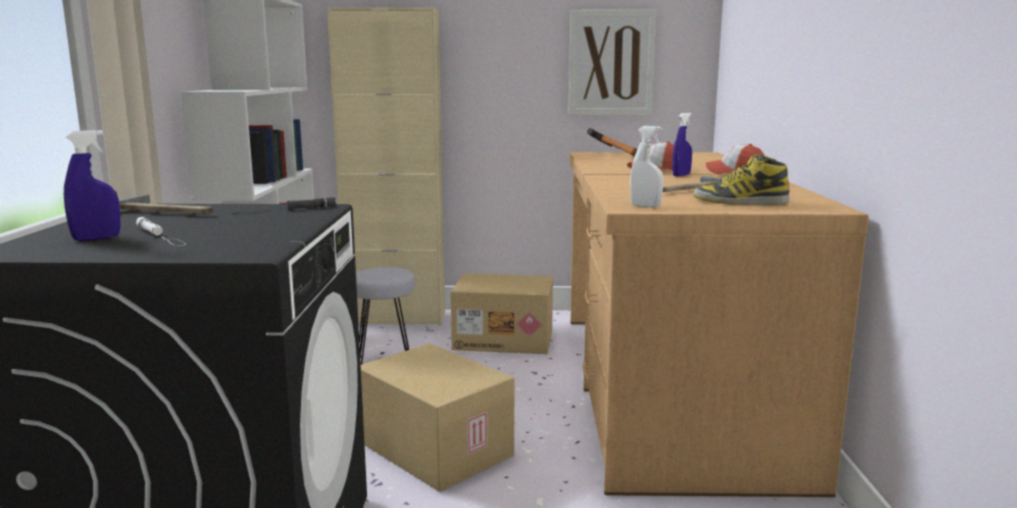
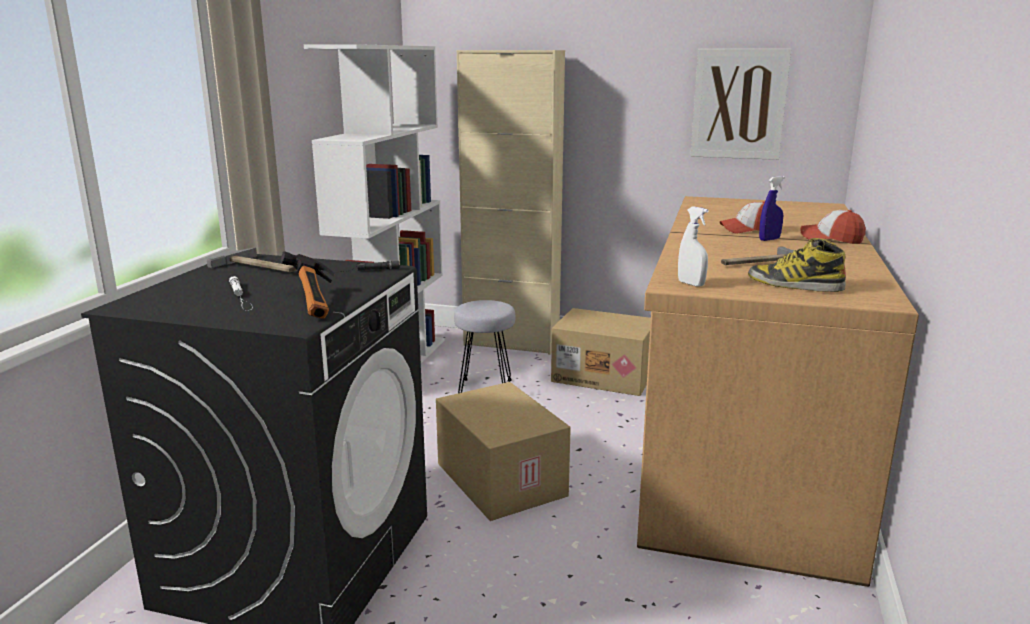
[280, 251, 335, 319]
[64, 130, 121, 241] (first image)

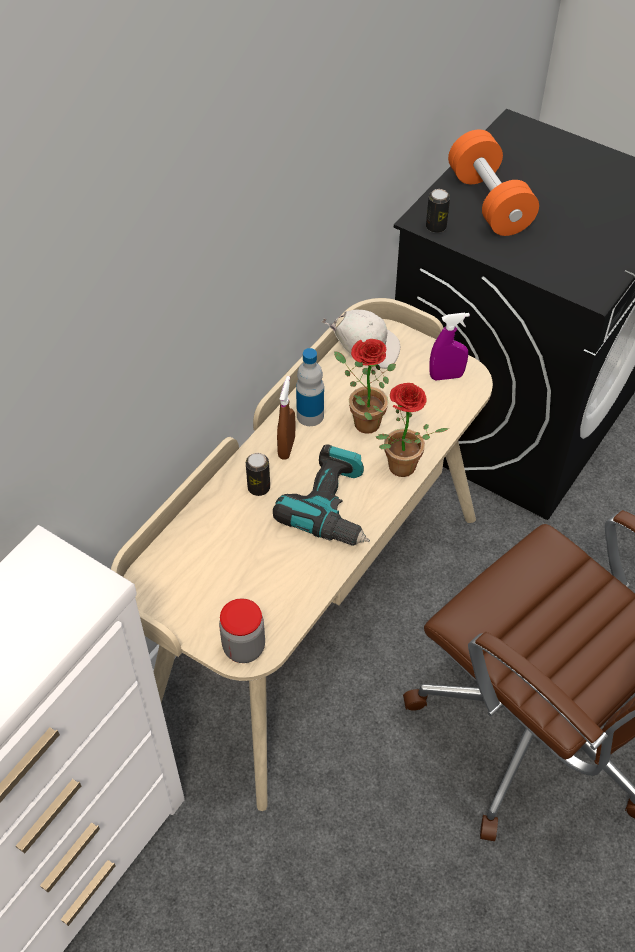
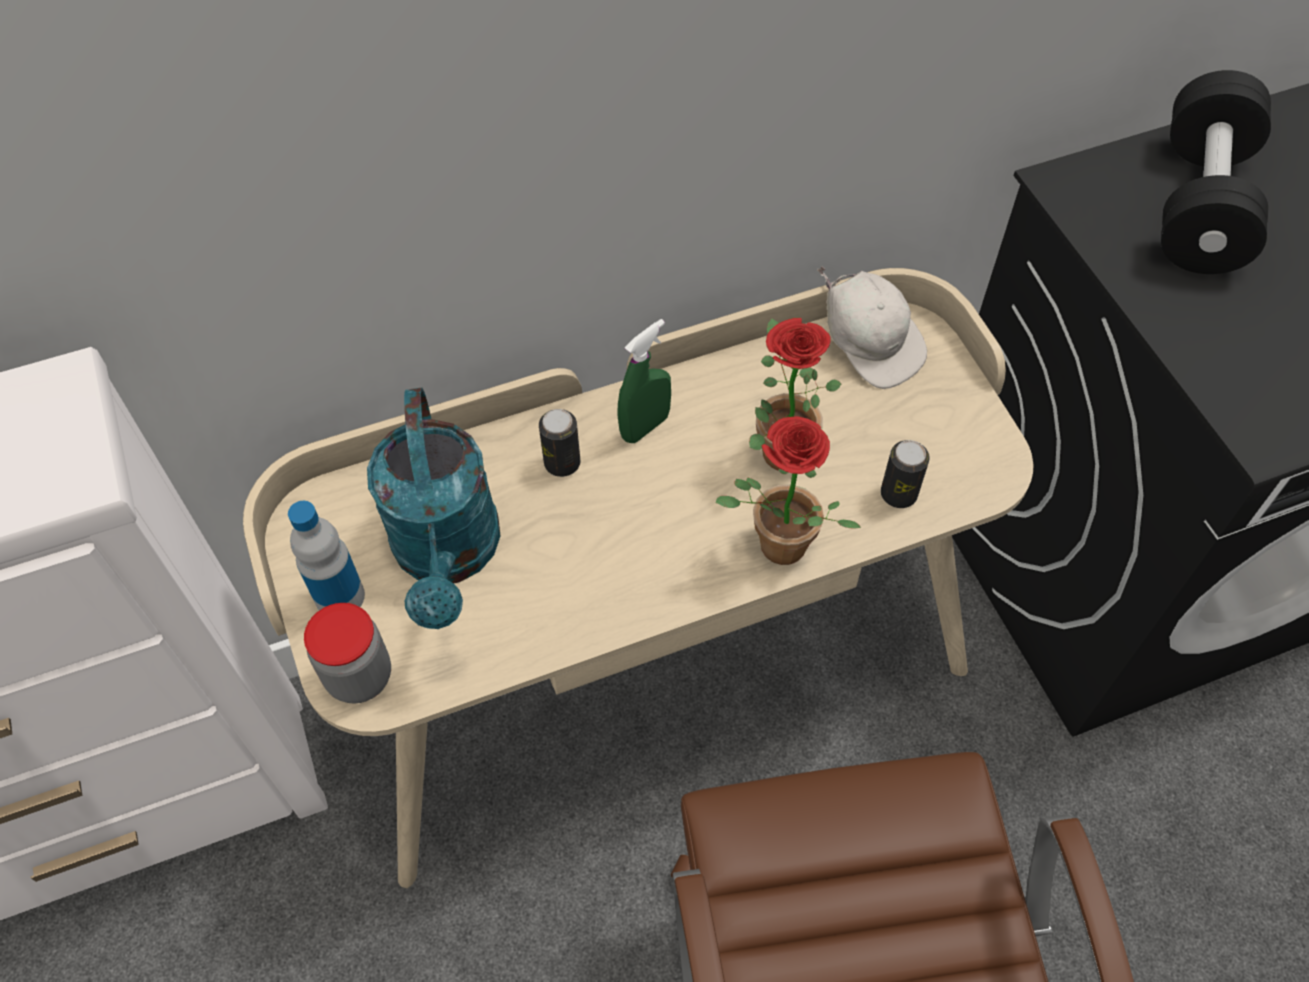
[288, 501, 365, 610]
[367, 388, 501, 629]
[617, 319, 671, 443]
[881, 440, 930, 508]
[1161, 70, 1271, 274]
[273, 444, 370, 546] (first image)
[429, 313, 470, 381] (first image)

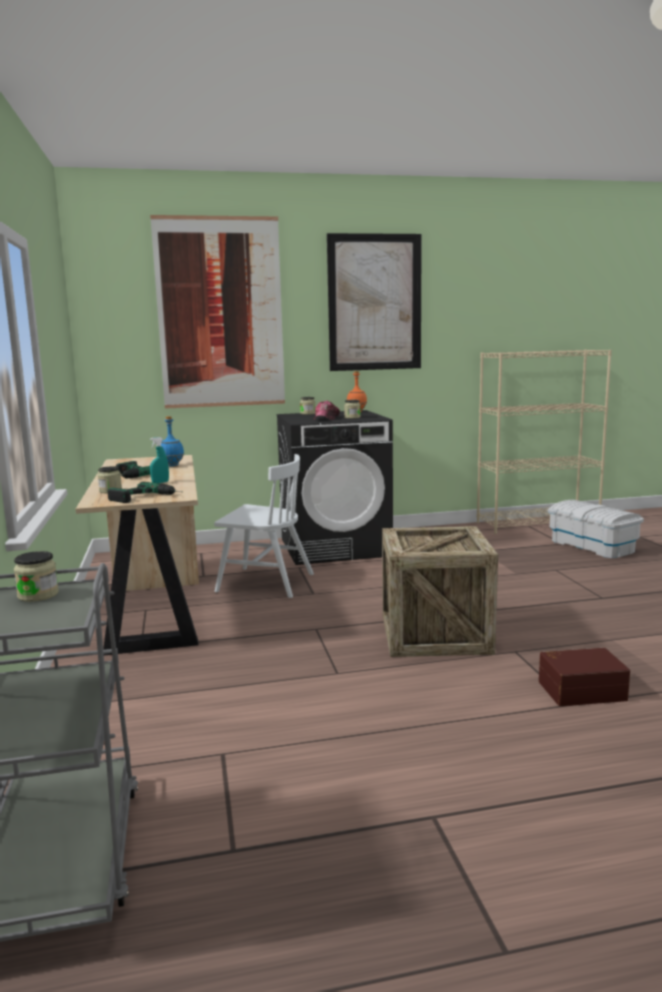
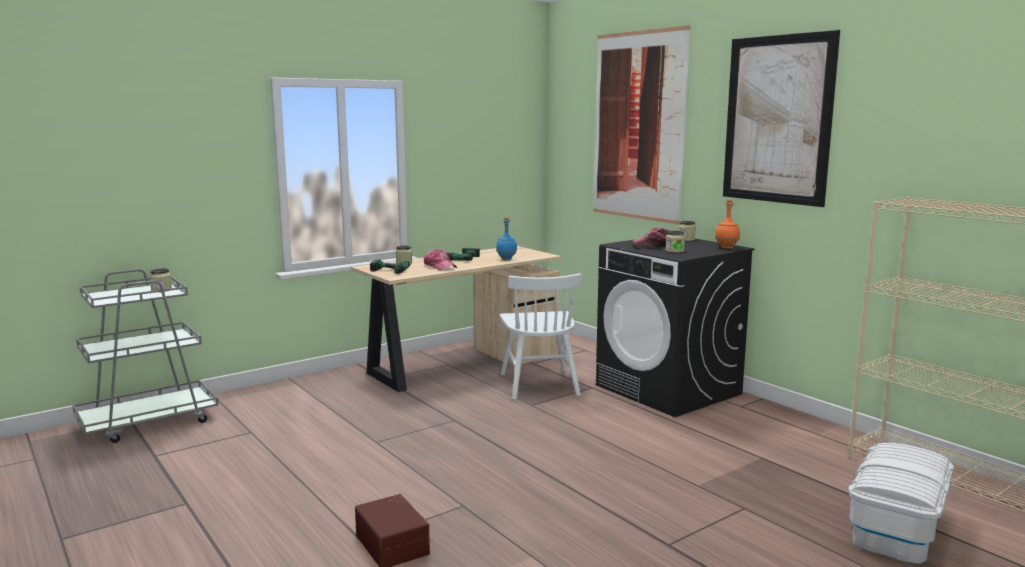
[424, 249, 457, 270]
[382, 526, 498, 657] (first image)

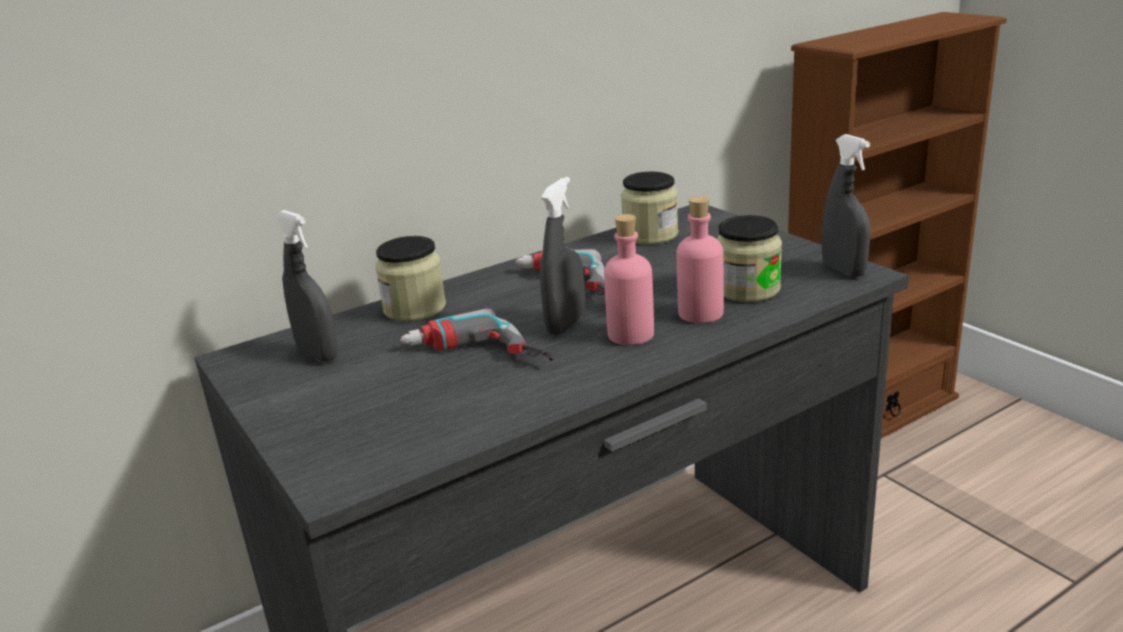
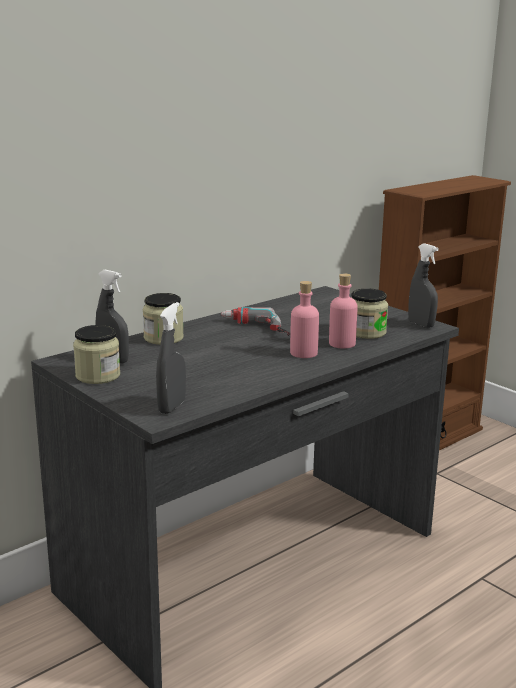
[73, 325, 120, 384]
[156, 302, 186, 414]
[400, 308, 553, 361] (first image)

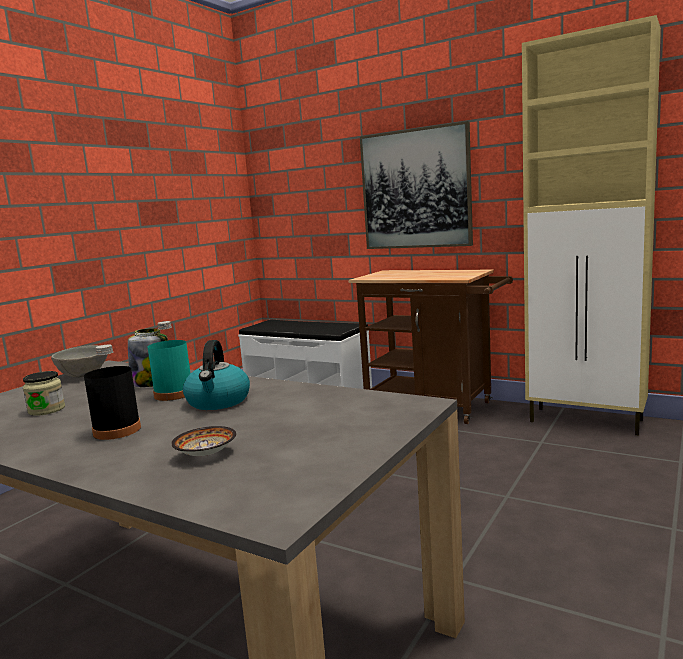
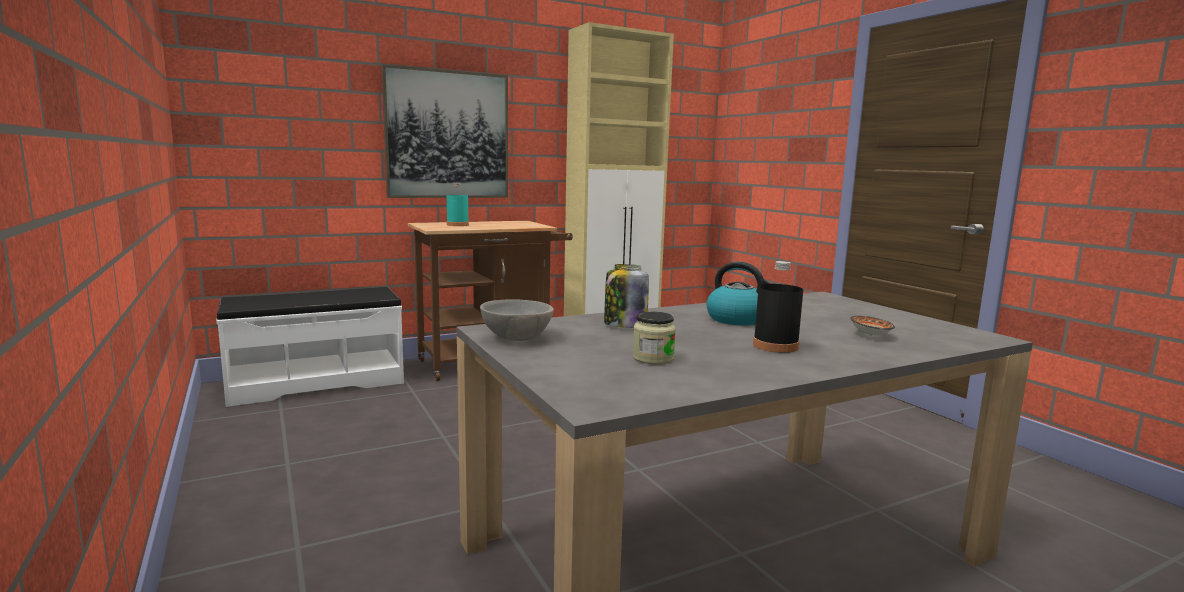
[447, 183, 469, 226]

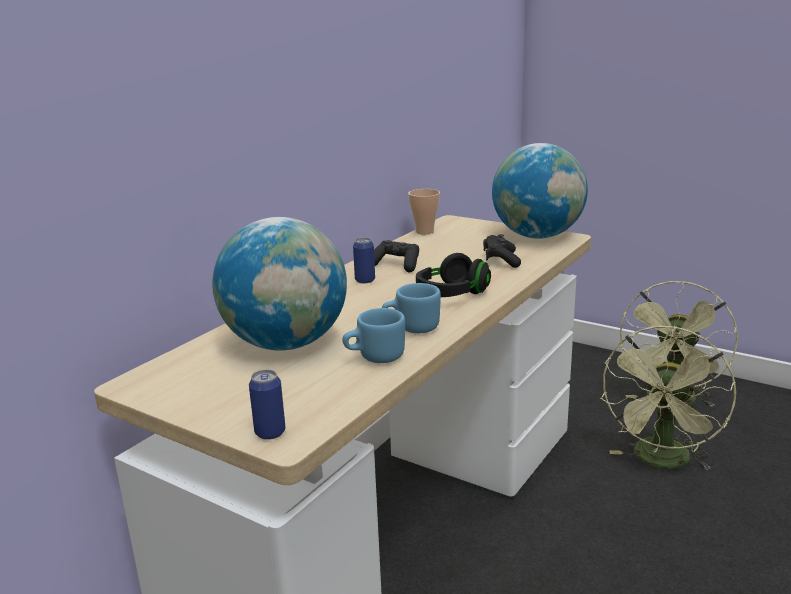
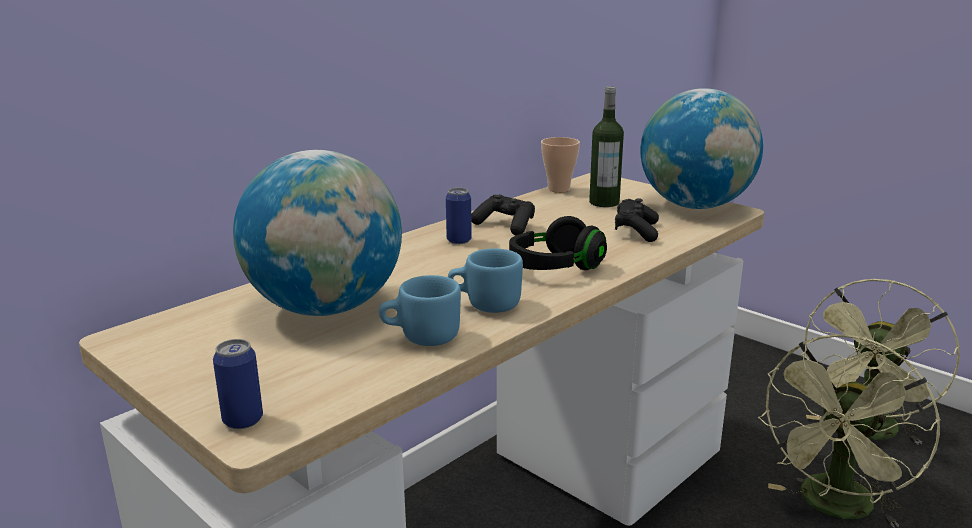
[589, 86, 624, 207]

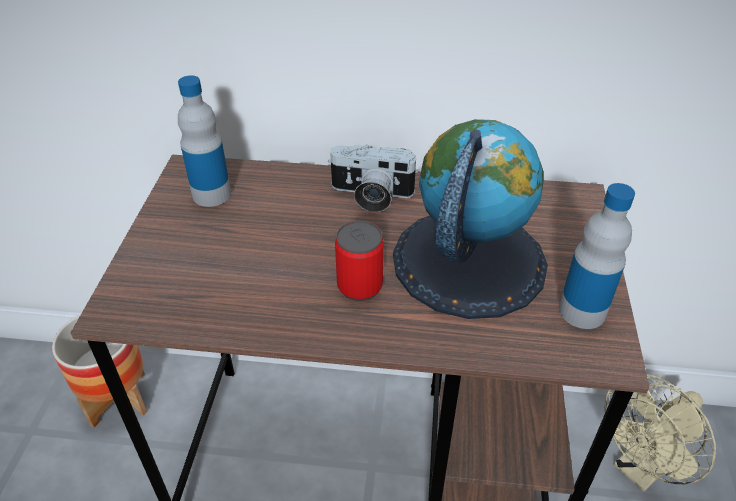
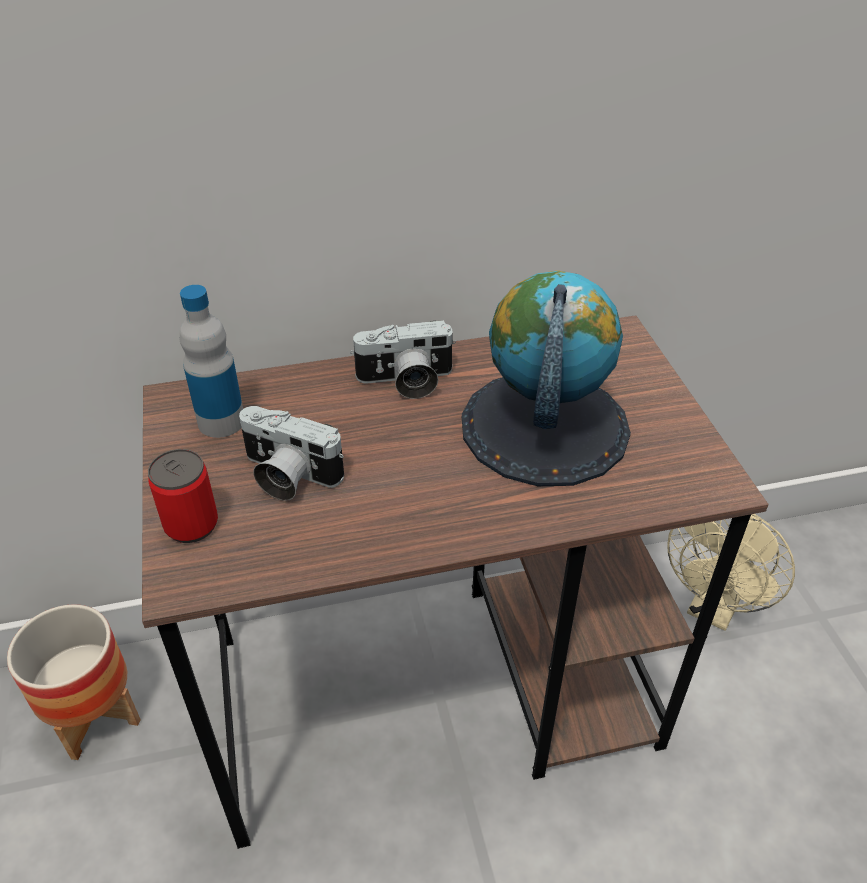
[148, 449, 218, 543]
[239, 406, 344, 501]
[559, 183, 635, 329] (first image)

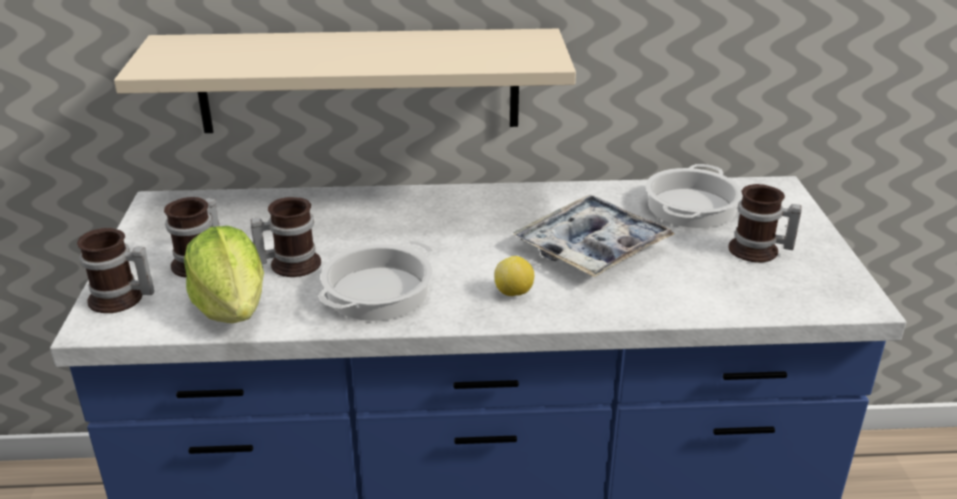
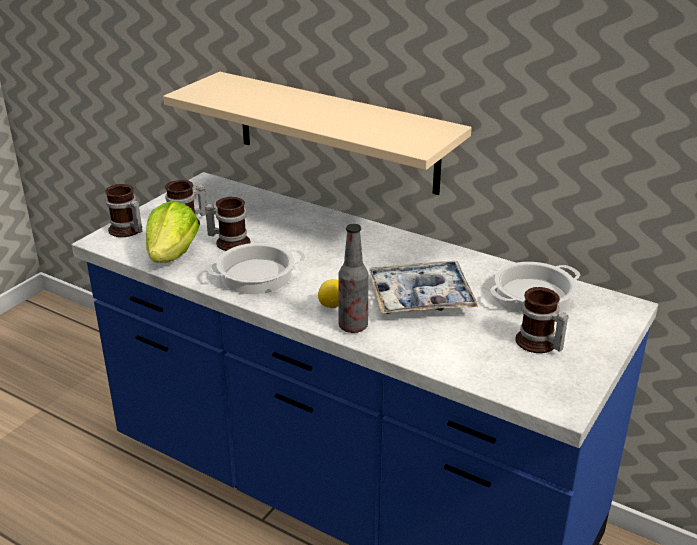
[338, 224, 368, 333]

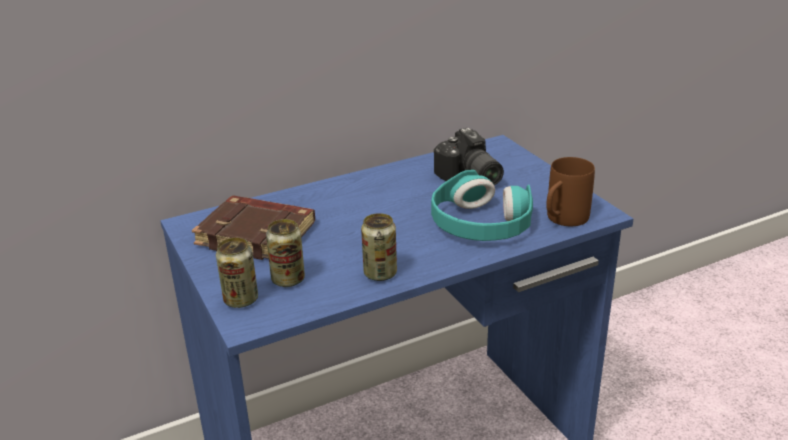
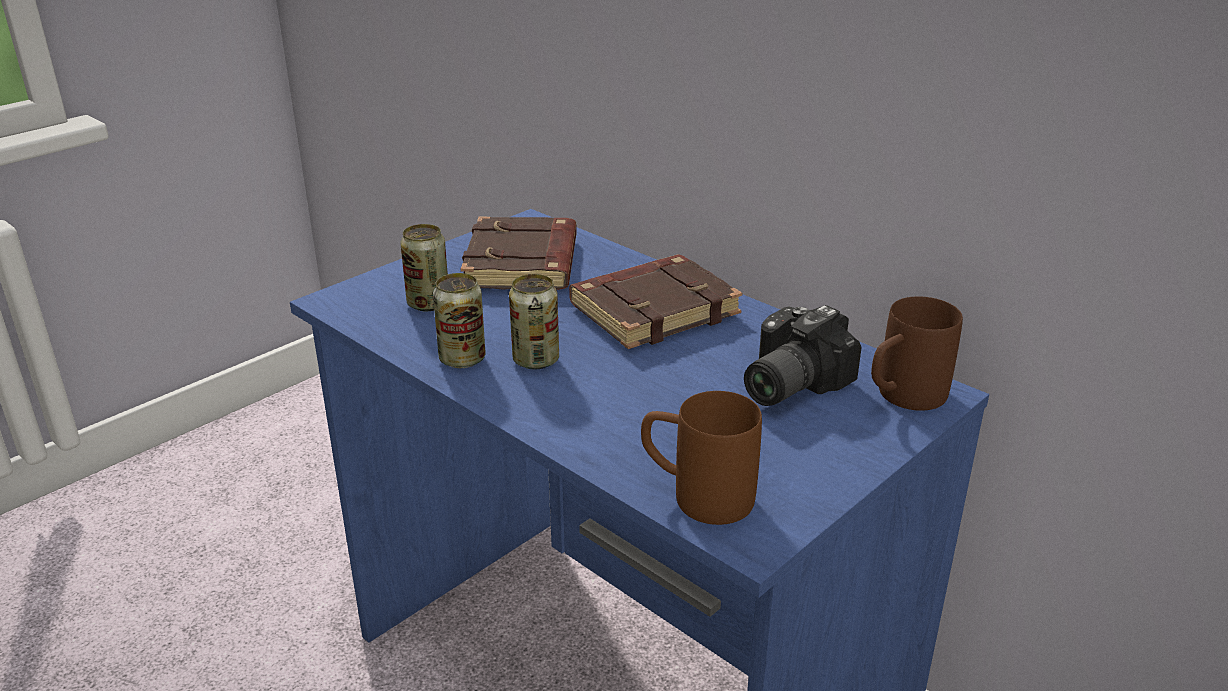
[509, 274, 559, 370]
[569, 255, 743, 349]
[871, 296, 963, 411]
[431, 170, 533, 241] (first image)

